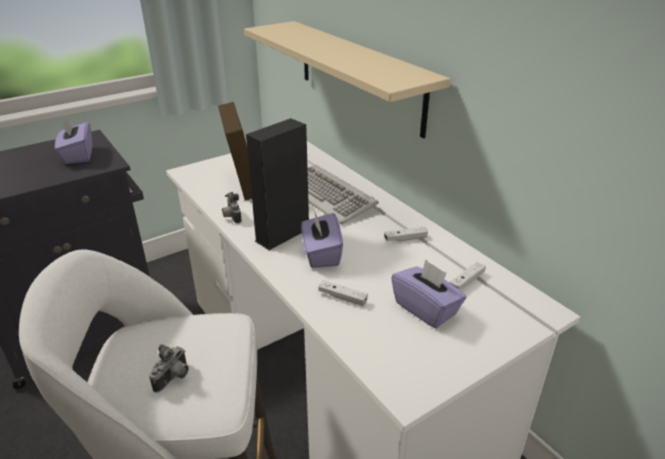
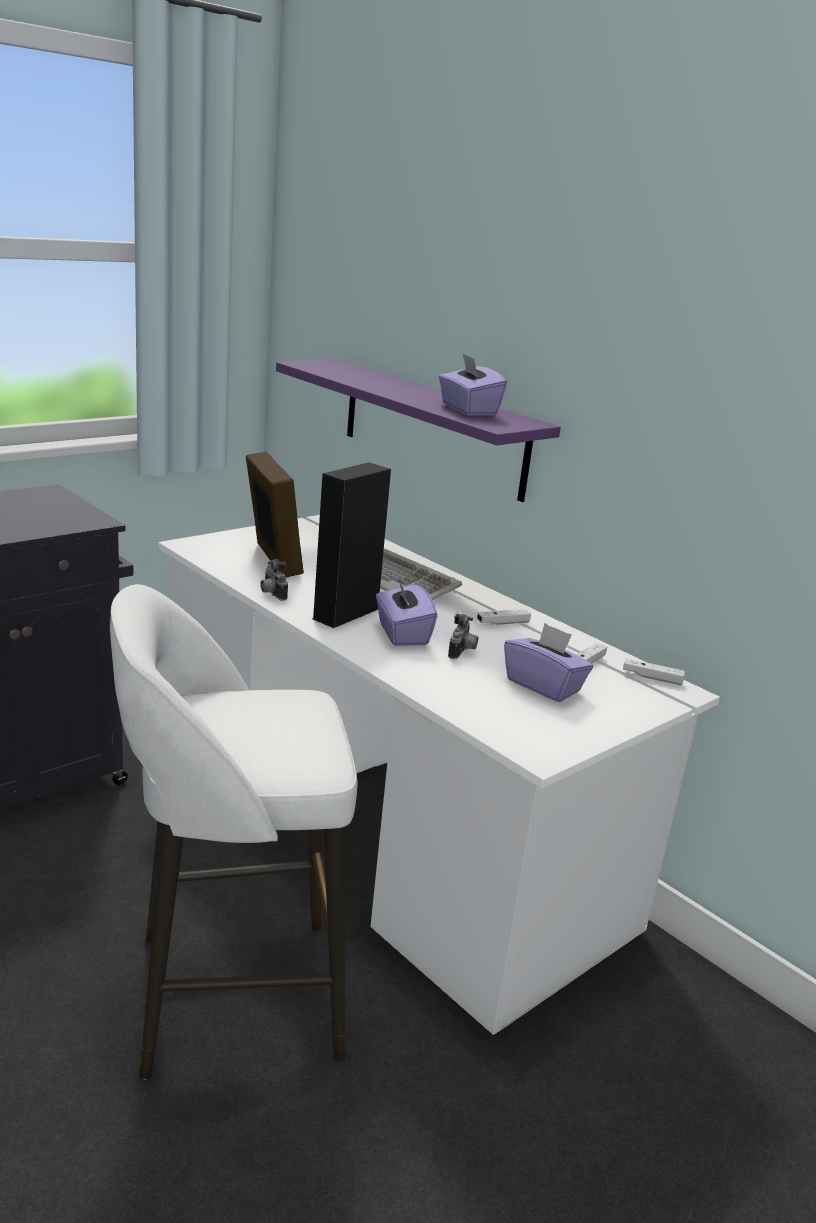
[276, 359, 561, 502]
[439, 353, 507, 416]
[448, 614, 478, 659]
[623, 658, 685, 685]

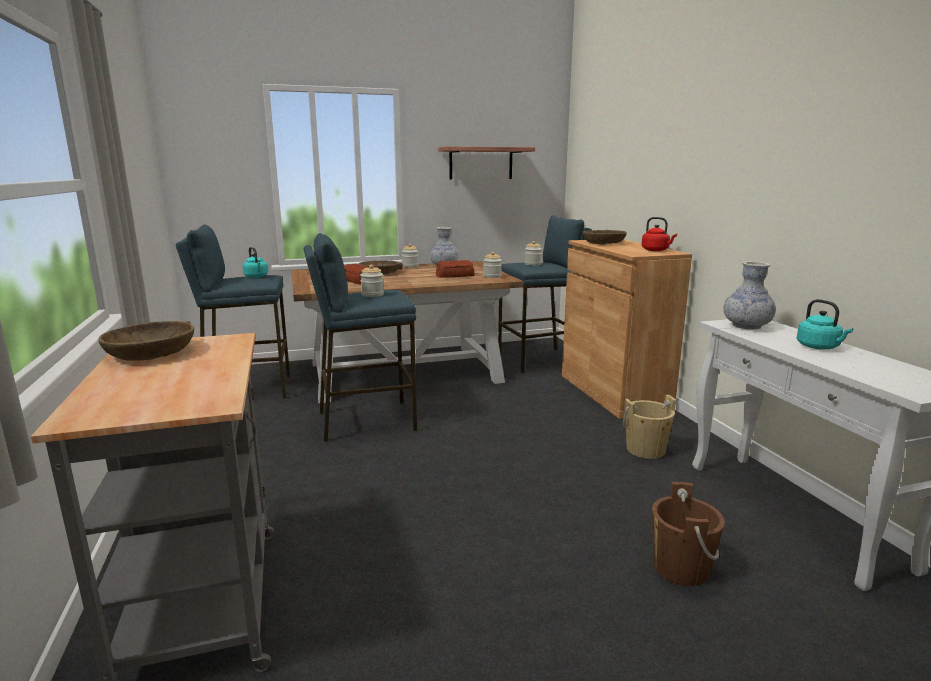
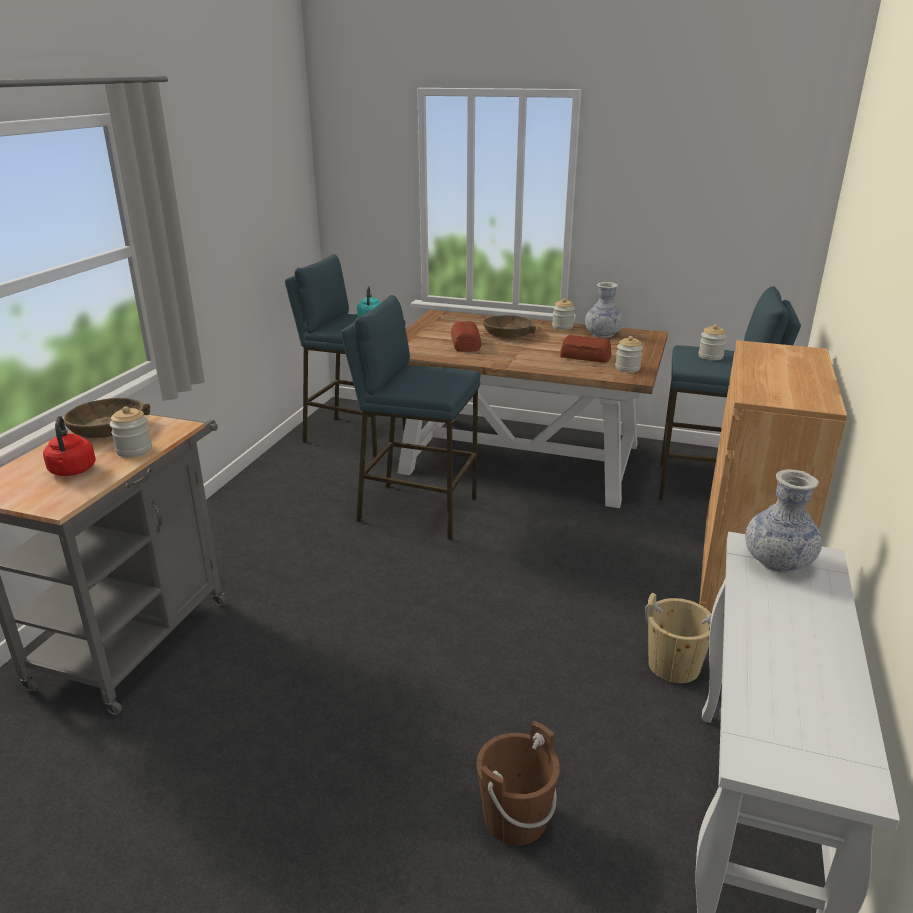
[43, 416, 96, 476]
[110, 406, 152, 457]
[438, 146, 535, 179] (first image)
[582, 230, 627, 245] (first image)
[797, 299, 853, 350] (first image)

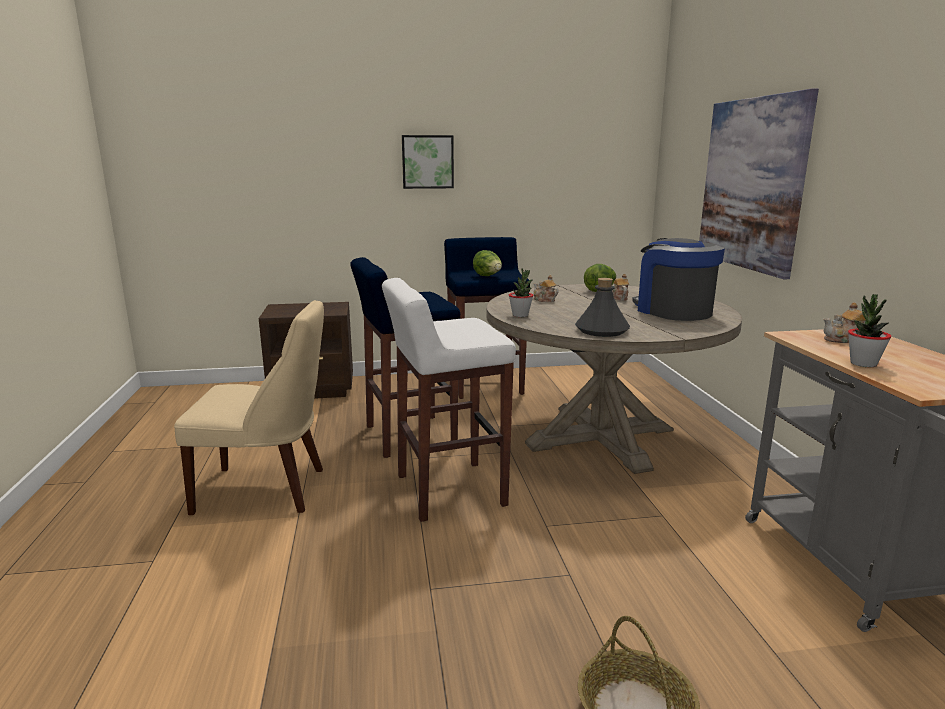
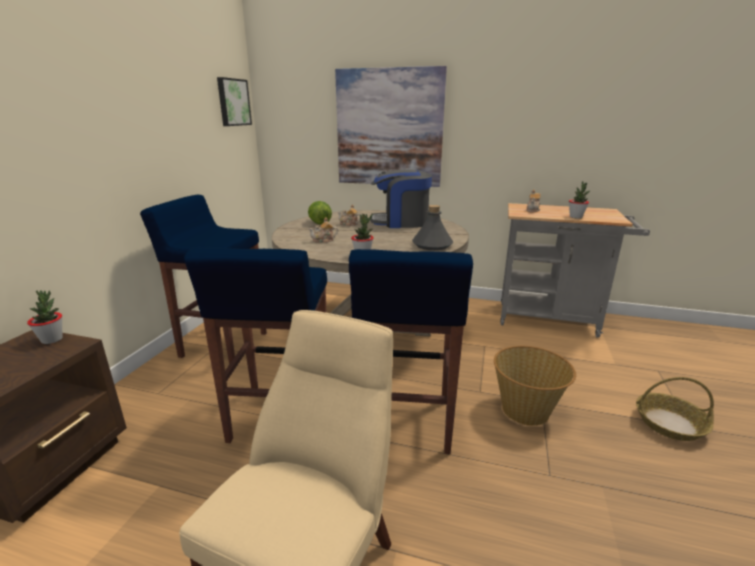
[27, 290, 62, 344]
[217, 77, 252, 126]
[349, 249, 473, 454]
[494, 346, 576, 426]
[473, 250, 502, 276] (first image)

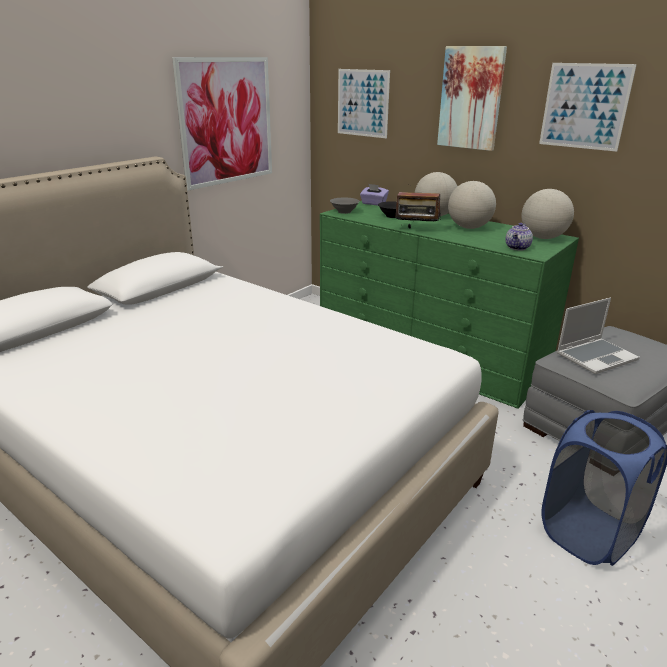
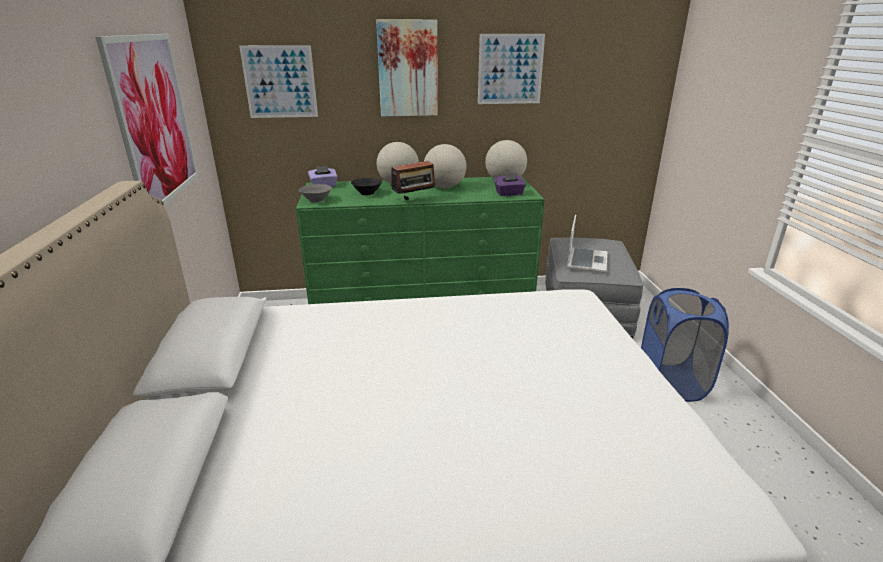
[494, 173, 526, 196]

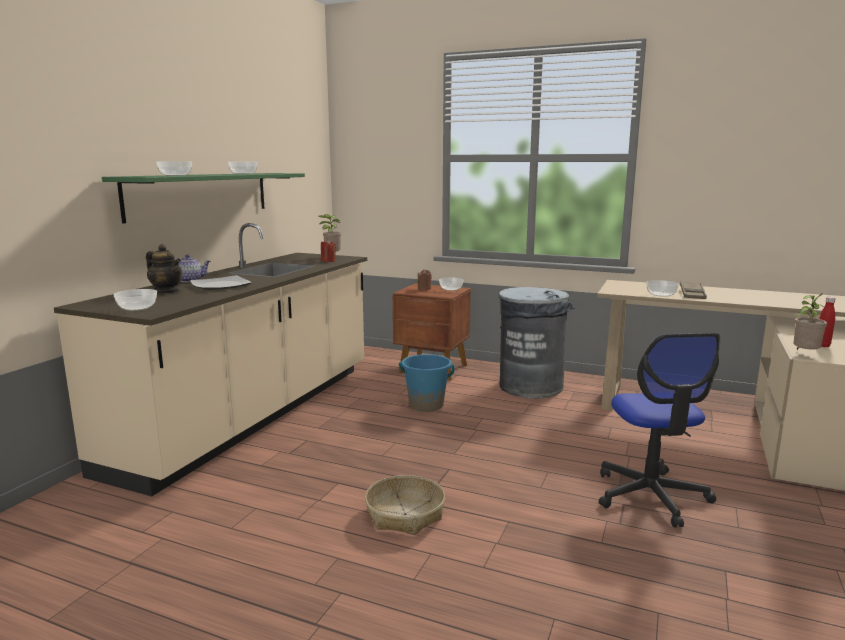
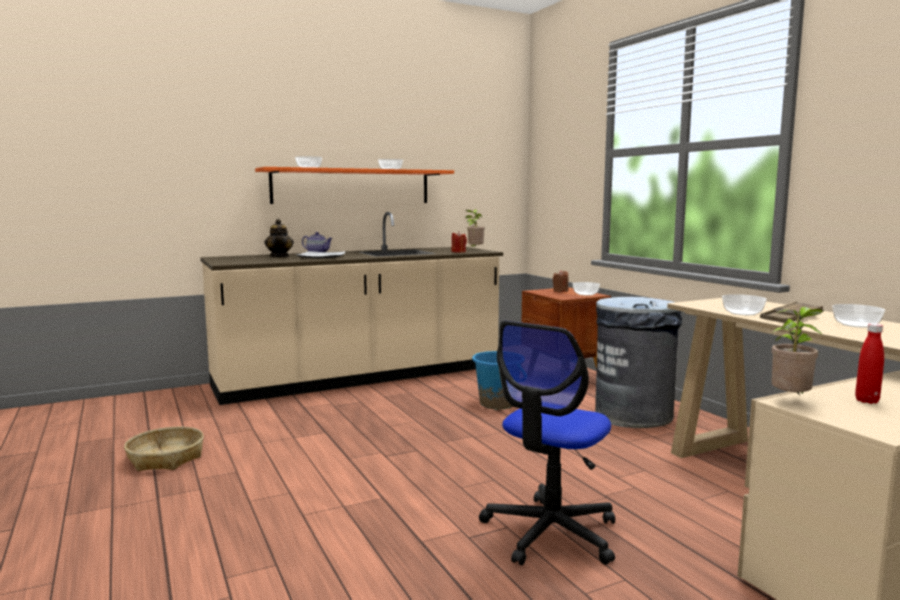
[124, 427, 204, 471]
[255, 167, 454, 204]
[832, 304, 885, 328]

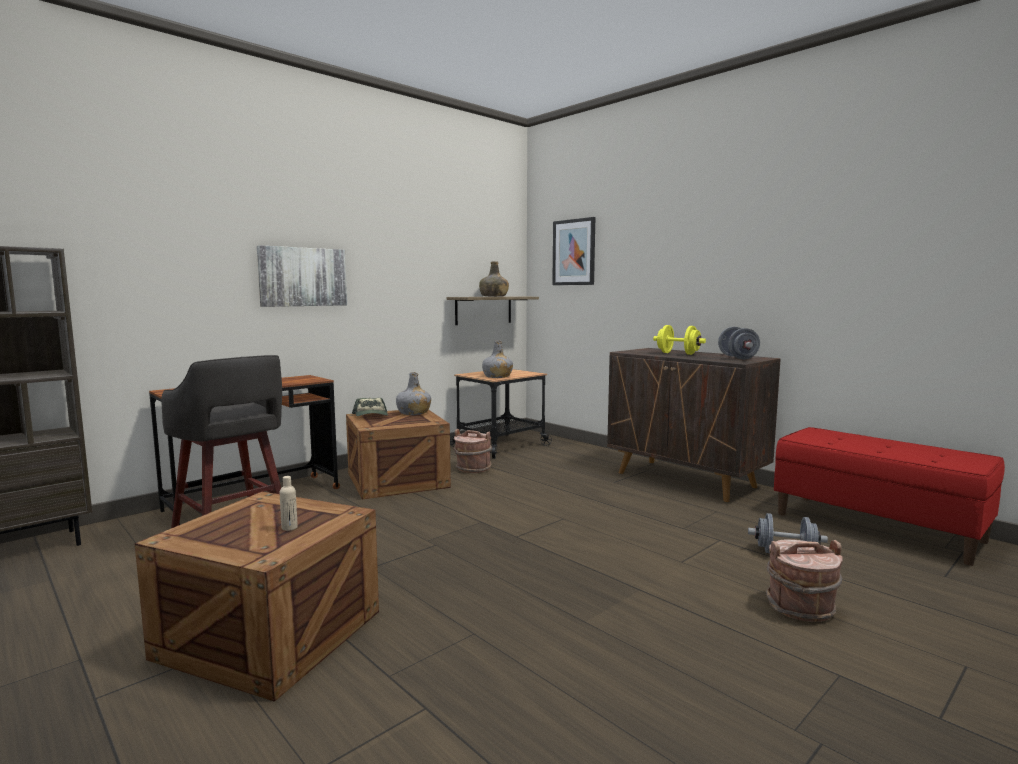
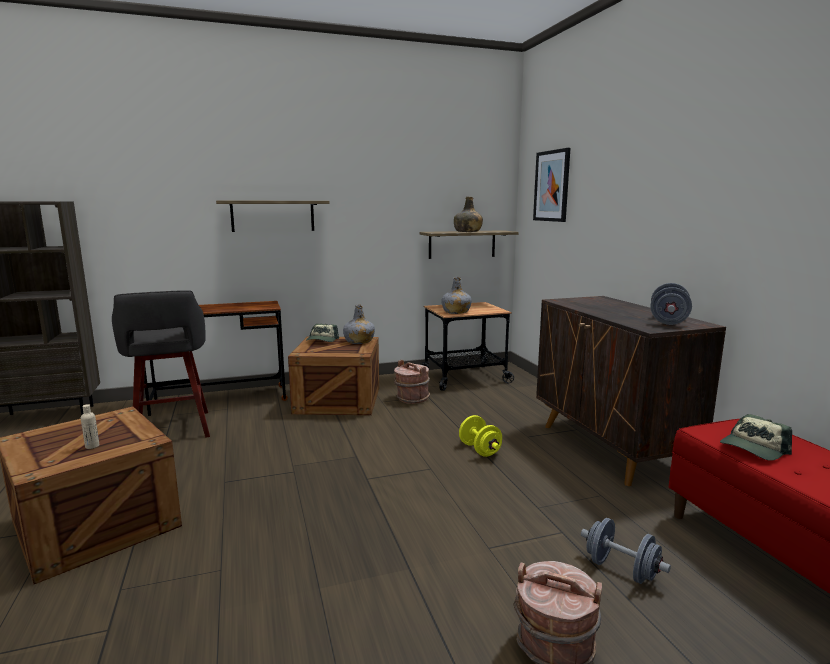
[216, 201, 330, 232]
[459, 415, 502, 457]
[720, 414, 792, 461]

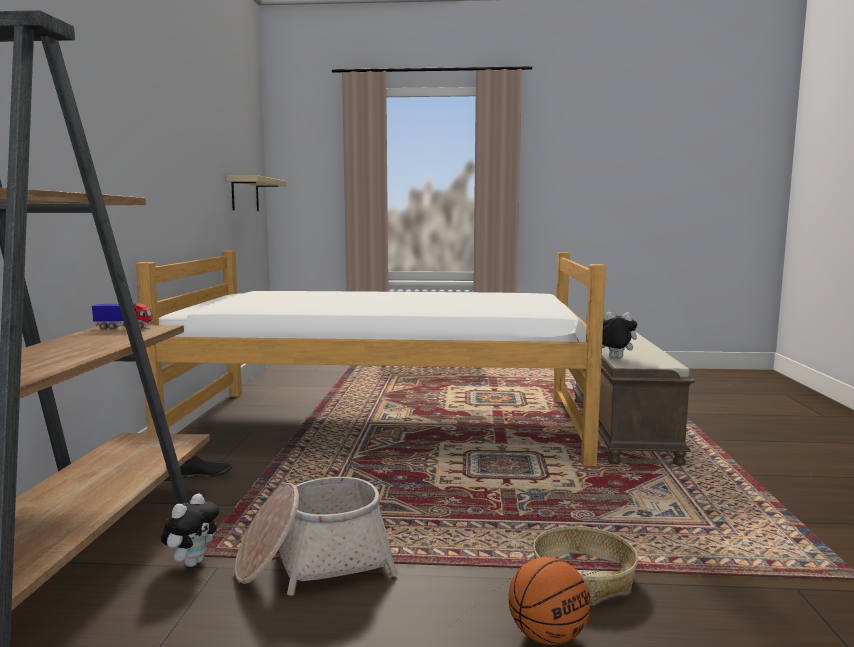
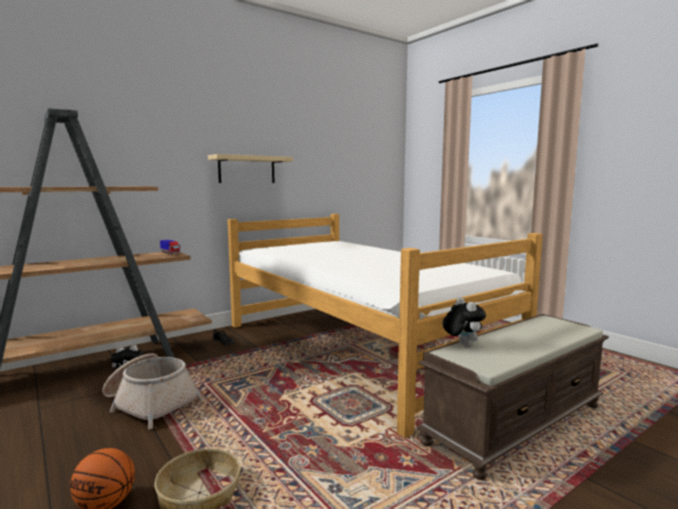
[208, 154, 293, 183]

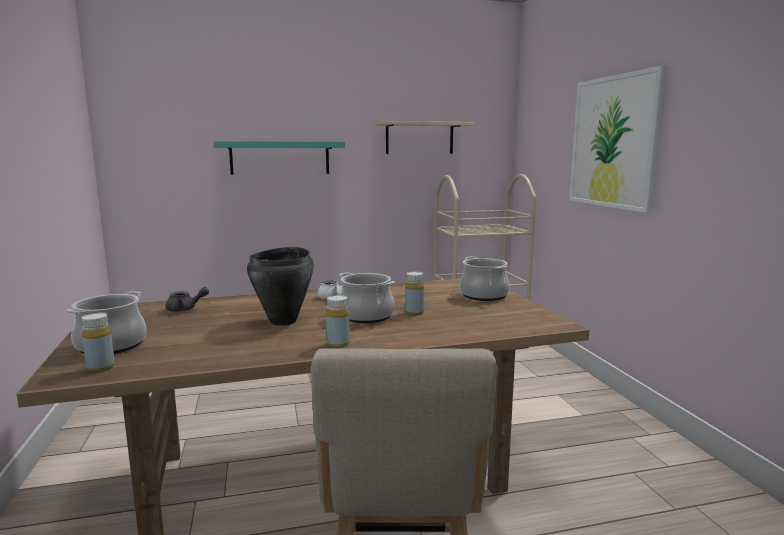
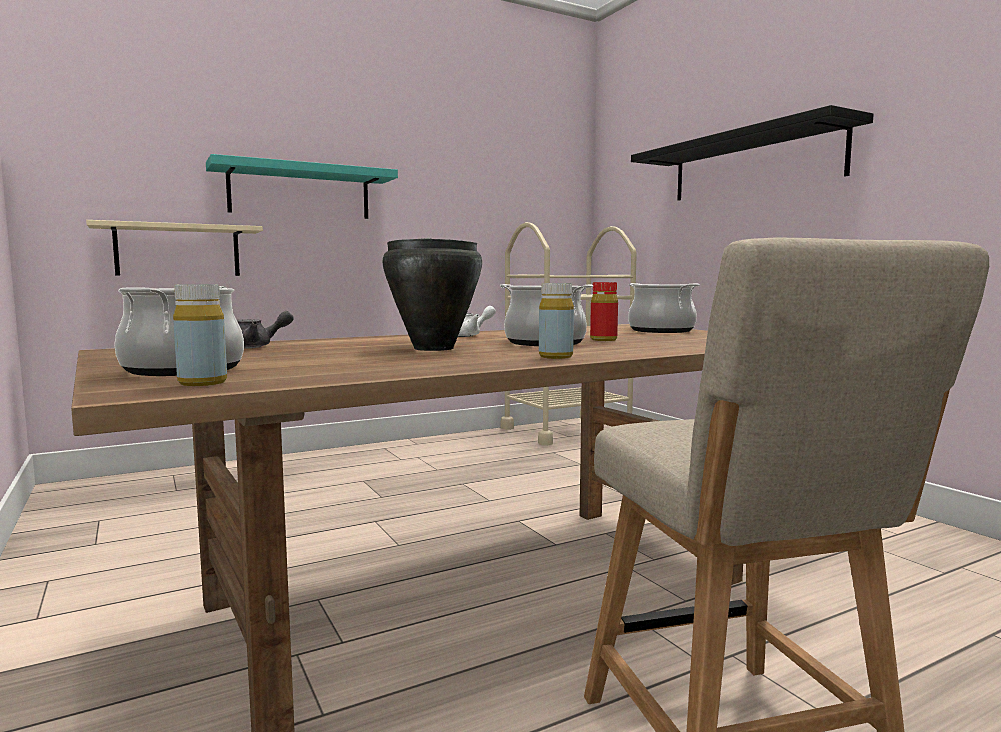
[86, 220, 263, 276]
[590, 282, 618, 341]
[631, 105, 874, 201]

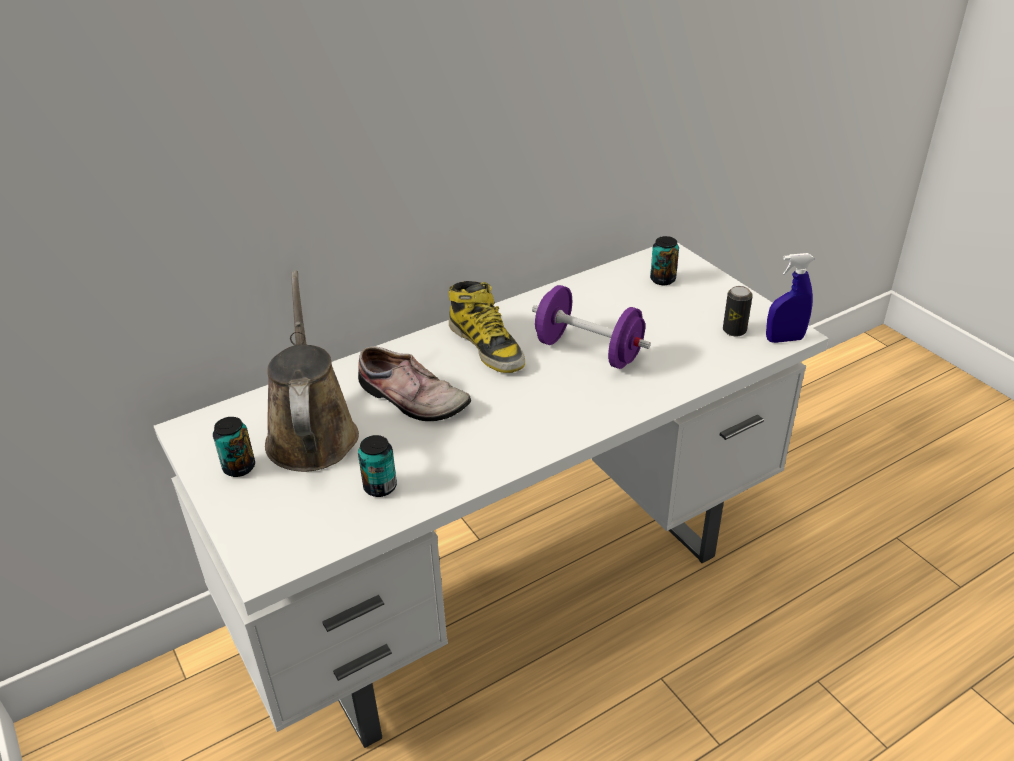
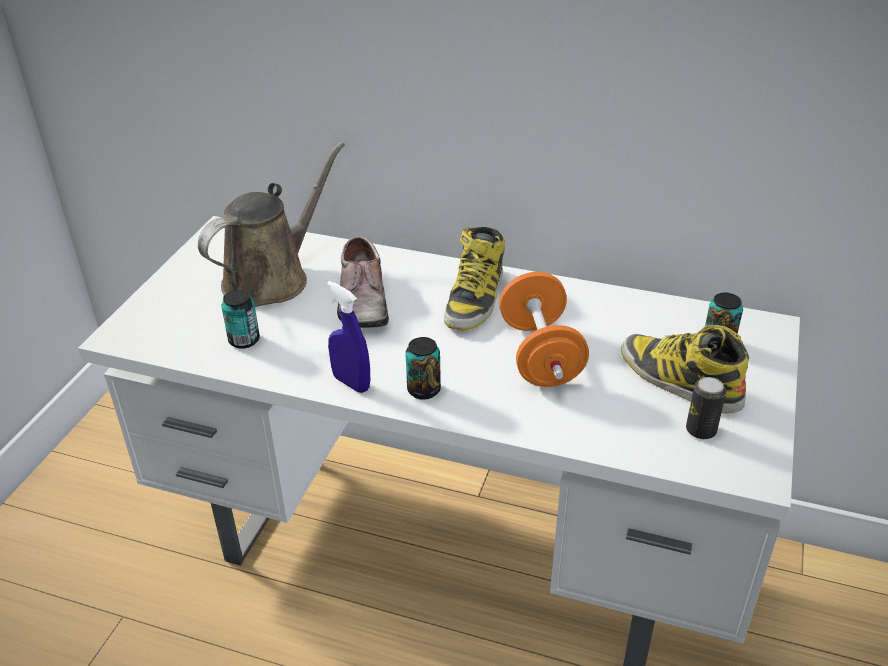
[327, 281, 370, 393]
[406, 337, 441, 400]
[499, 272, 589, 387]
[621, 325, 749, 414]

